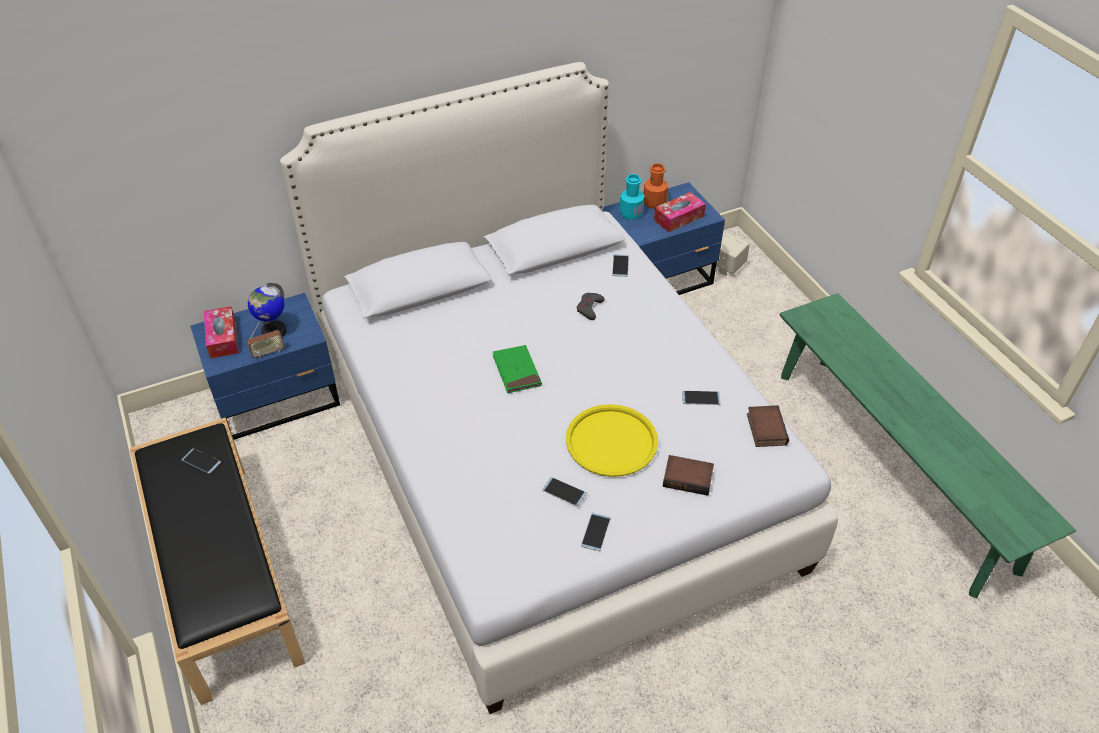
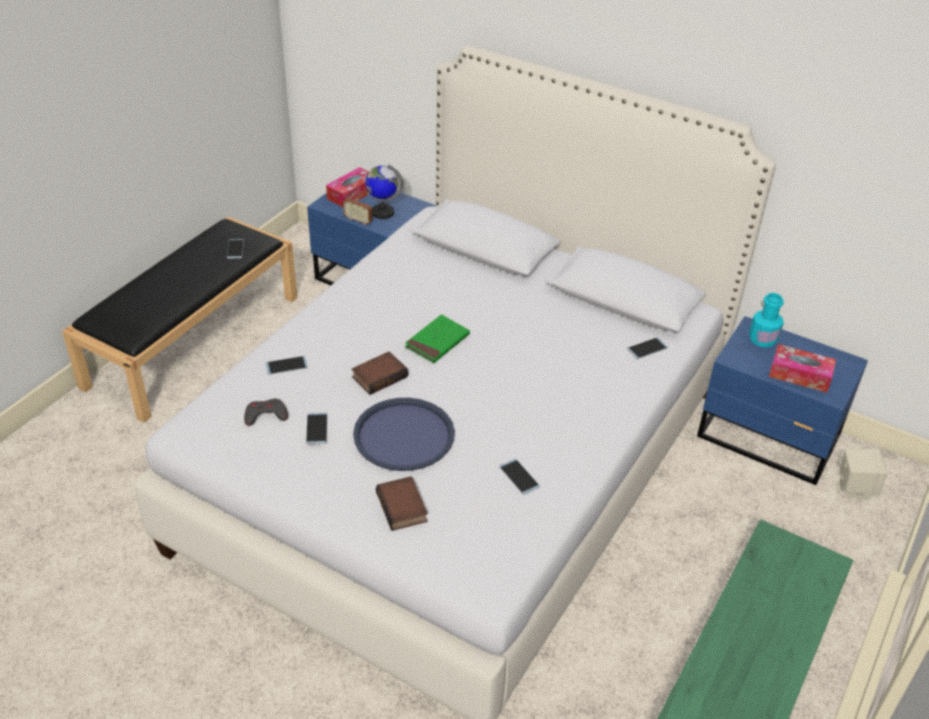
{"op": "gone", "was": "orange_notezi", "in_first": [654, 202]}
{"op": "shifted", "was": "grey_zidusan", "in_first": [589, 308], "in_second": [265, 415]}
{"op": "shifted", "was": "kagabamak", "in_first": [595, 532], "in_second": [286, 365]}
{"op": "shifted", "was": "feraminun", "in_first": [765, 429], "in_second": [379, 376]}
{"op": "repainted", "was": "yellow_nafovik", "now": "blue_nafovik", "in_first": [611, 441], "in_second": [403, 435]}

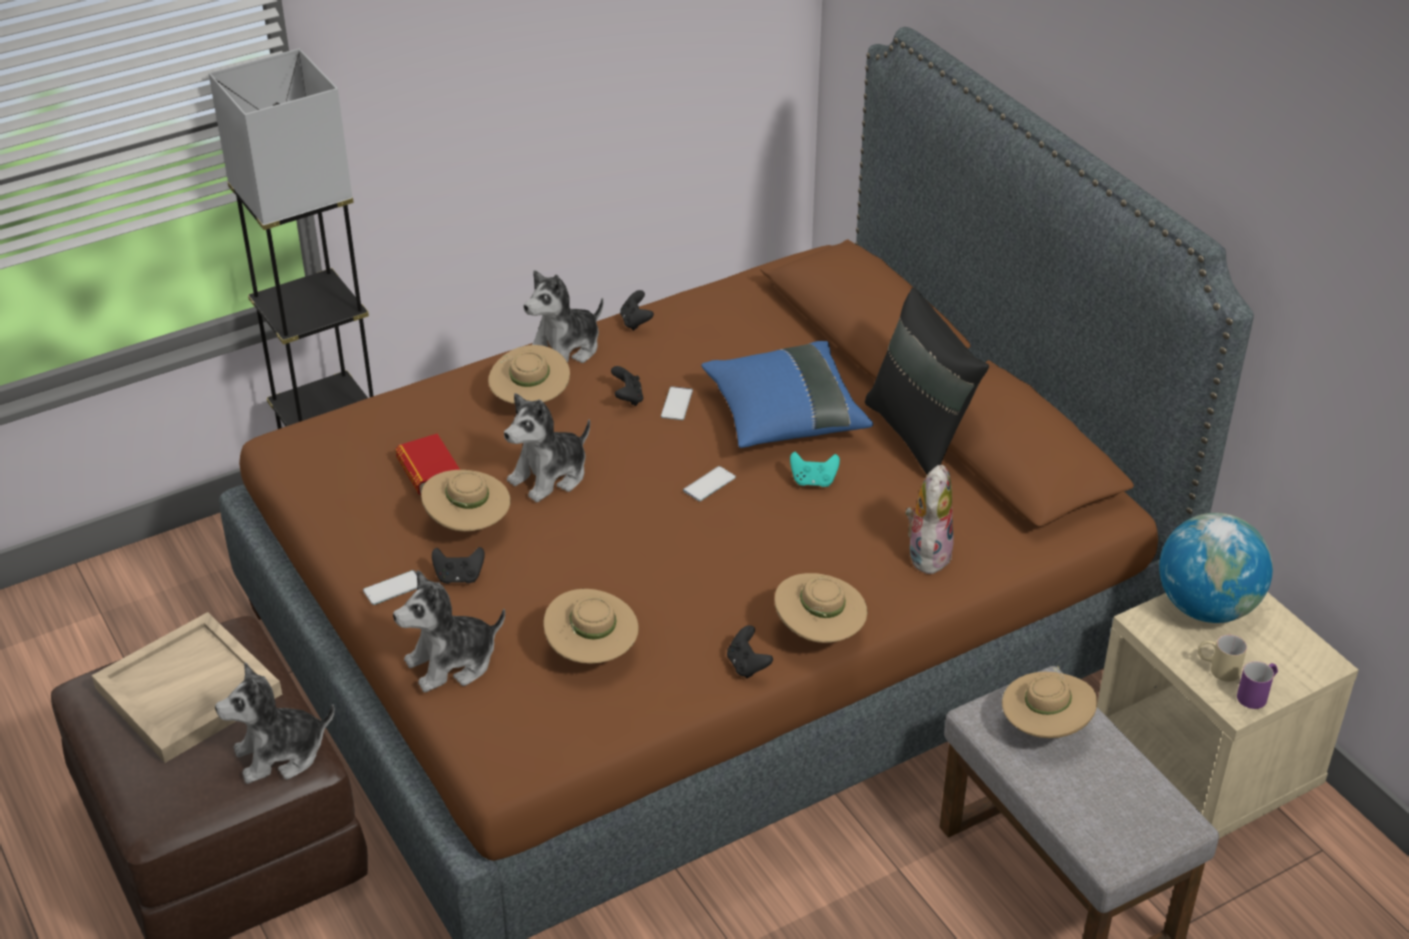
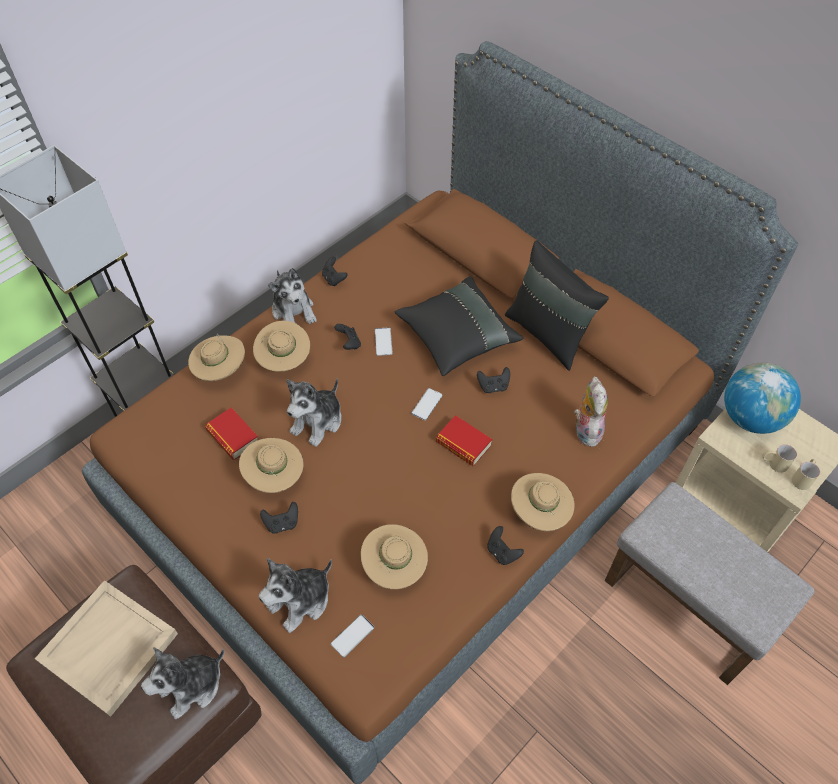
{"op": "new", "now": "feraminun", "in_second": [463, 444]}
{"op": "shifted", "was": "kagabamak", "in_first": [393, 588], "in_second": [352, 636]}
{"op": "shifted", "was": "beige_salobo", "in_first": [1044, 727], "in_second": [220, 370]}
{"op": "repainted", "was": "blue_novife", "now": "black_novife", "in_first": [784, 417], "in_second": [457, 337]}
{"op": "repainted", "was": "turquoise_zidusan", "now": "black_zidusan", "in_first": [813, 481], "in_second": [493, 386]}
{"op": "repainted", "was": "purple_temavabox", "now": "beige_temavabox", "in_first": [1256, 694], "in_second": [803, 478]}
{"op": "rotated", "was": "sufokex", "in_first": [566, 349], "in_second": [294, 311], "clockwise": -60}

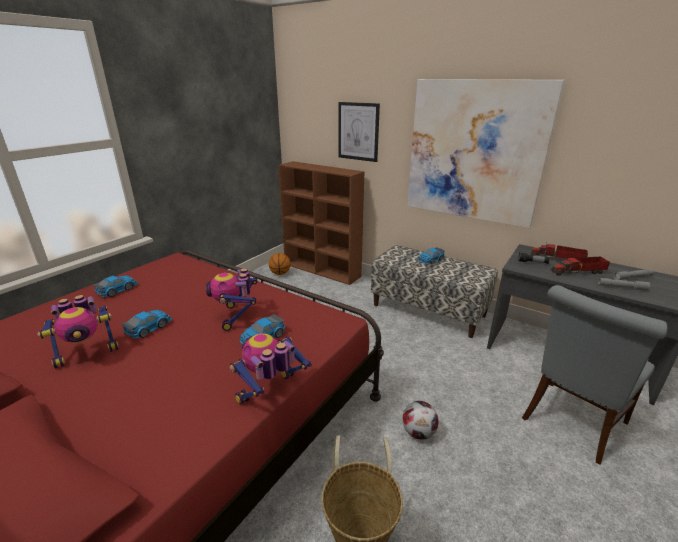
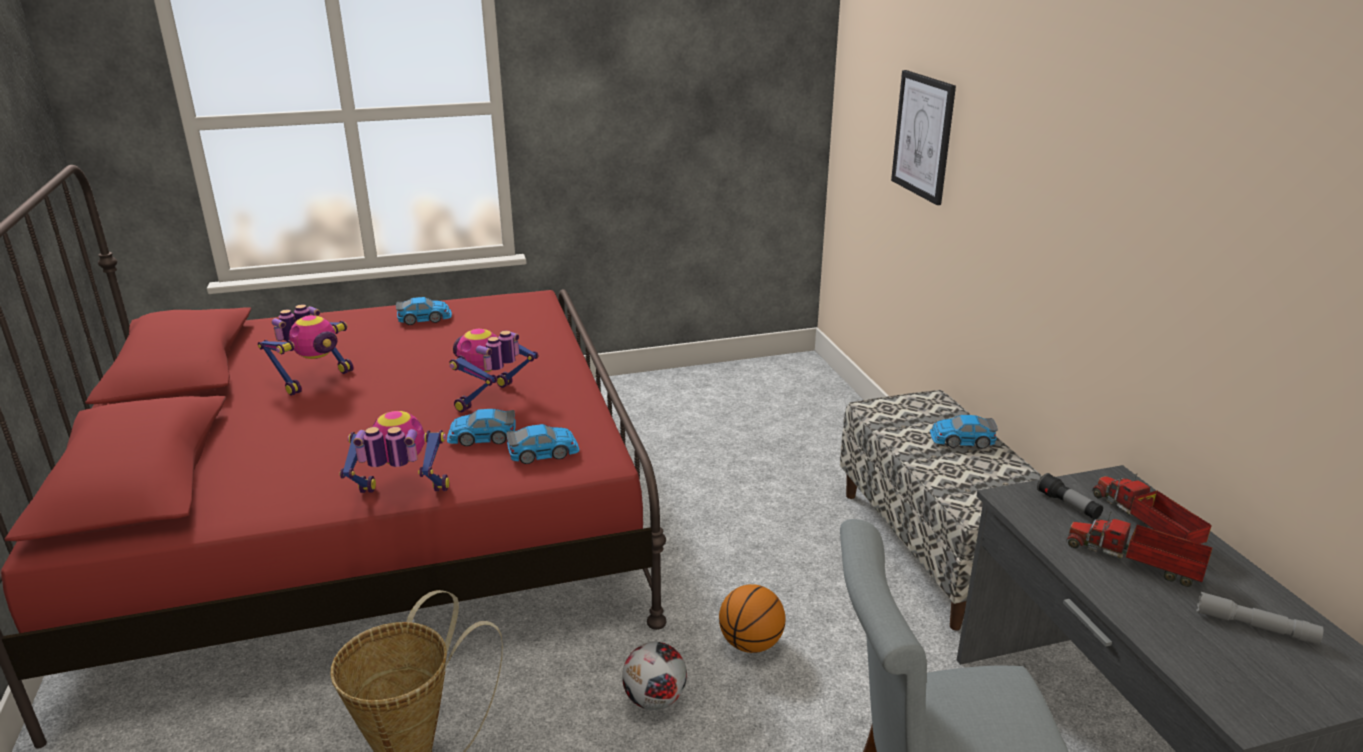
{"op": "gone", "was": "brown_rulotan", "in_first": [322, 270]}
{"op": "gone", "was": "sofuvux", "in_first": [475, 151]}
{"op": "gone", "was": "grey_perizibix", "in_first": [622, 287]}
{"op": "shifted", "was": "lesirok", "in_first": [149, 327], "in_second": [543, 452]}
{"op": "shifted", "was": "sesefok", "in_first": [280, 273], "in_second": [751, 643]}
{"op": "rotated", "was": "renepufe", "in_first": [88, 353], "in_second": [315, 379], "clockwise": -60}

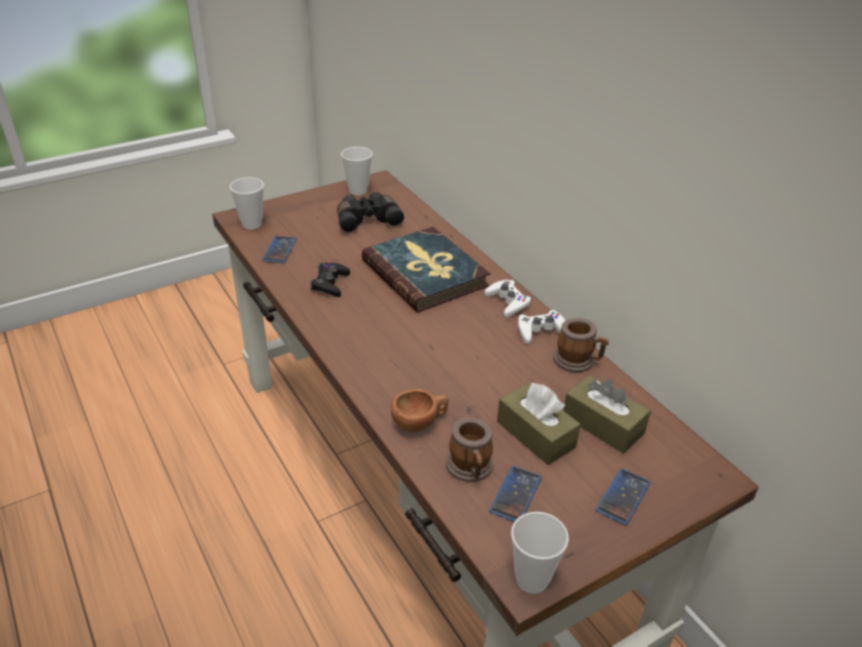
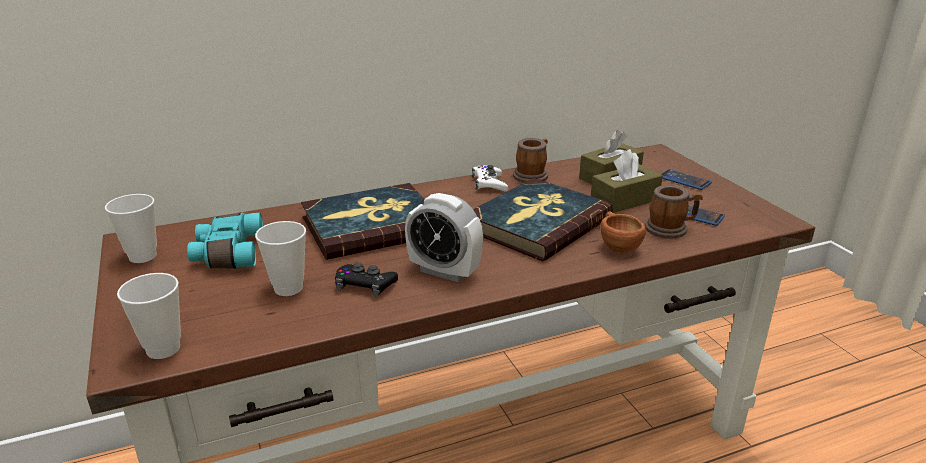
{"op": "gone", "was": "kagabamak", "in_first": [279, 250]}
{"op": "gone", "was": "white_zidusan", "in_first": [508, 302]}
{"op": "new", "now": "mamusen", "in_second": [444, 271]}
{"op": "new", "now": "feraminun", "in_second": [537, 223]}
{"op": "shifted", "was": "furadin", "in_first": [532, 579], "in_second": [288, 288]}
{"op": "repainted", "was": "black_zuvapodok", "now": "turquoise_zuvapodok", "in_first": [367, 219], "in_second": [227, 253]}

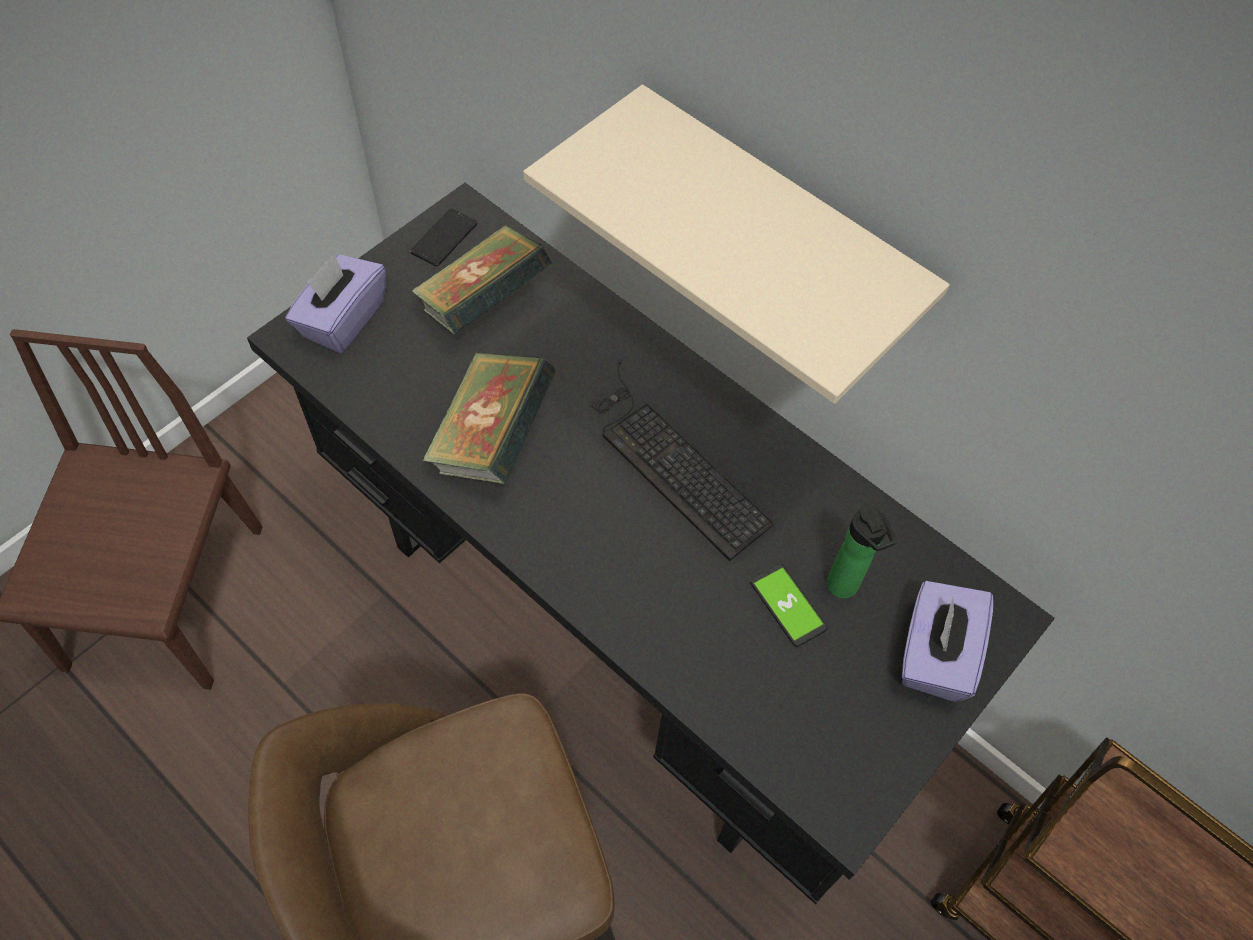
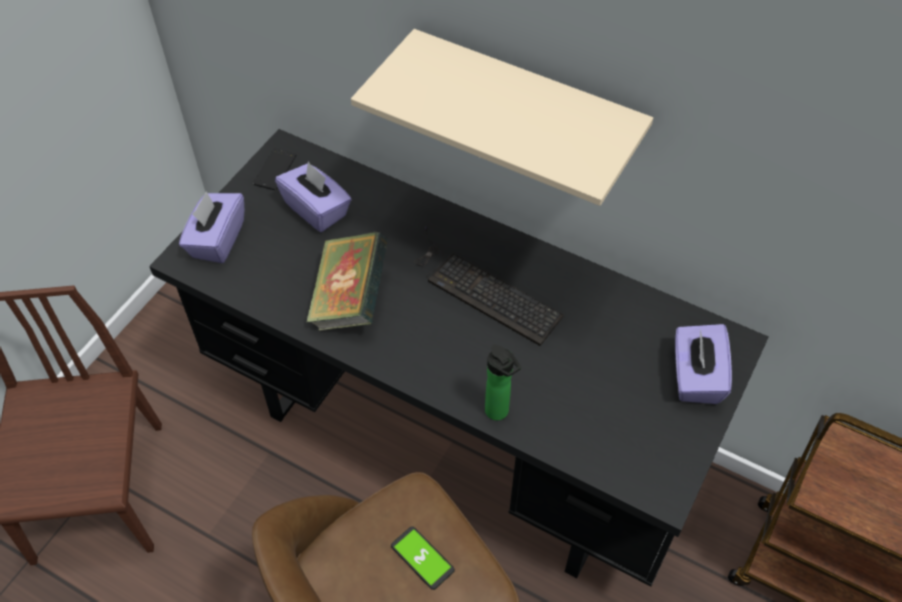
{"op": "shifted", "was": "kagabamak", "in_first": [787, 605], "in_second": [422, 558]}
{"op": "shifted", "was": "notezi", "in_first": [844, 589], "in_second": [499, 413]}
{"op": "swapped", "was": "feraminun", "now": "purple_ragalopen", "in_first": [483, 304], "in_second": [317, 209]}

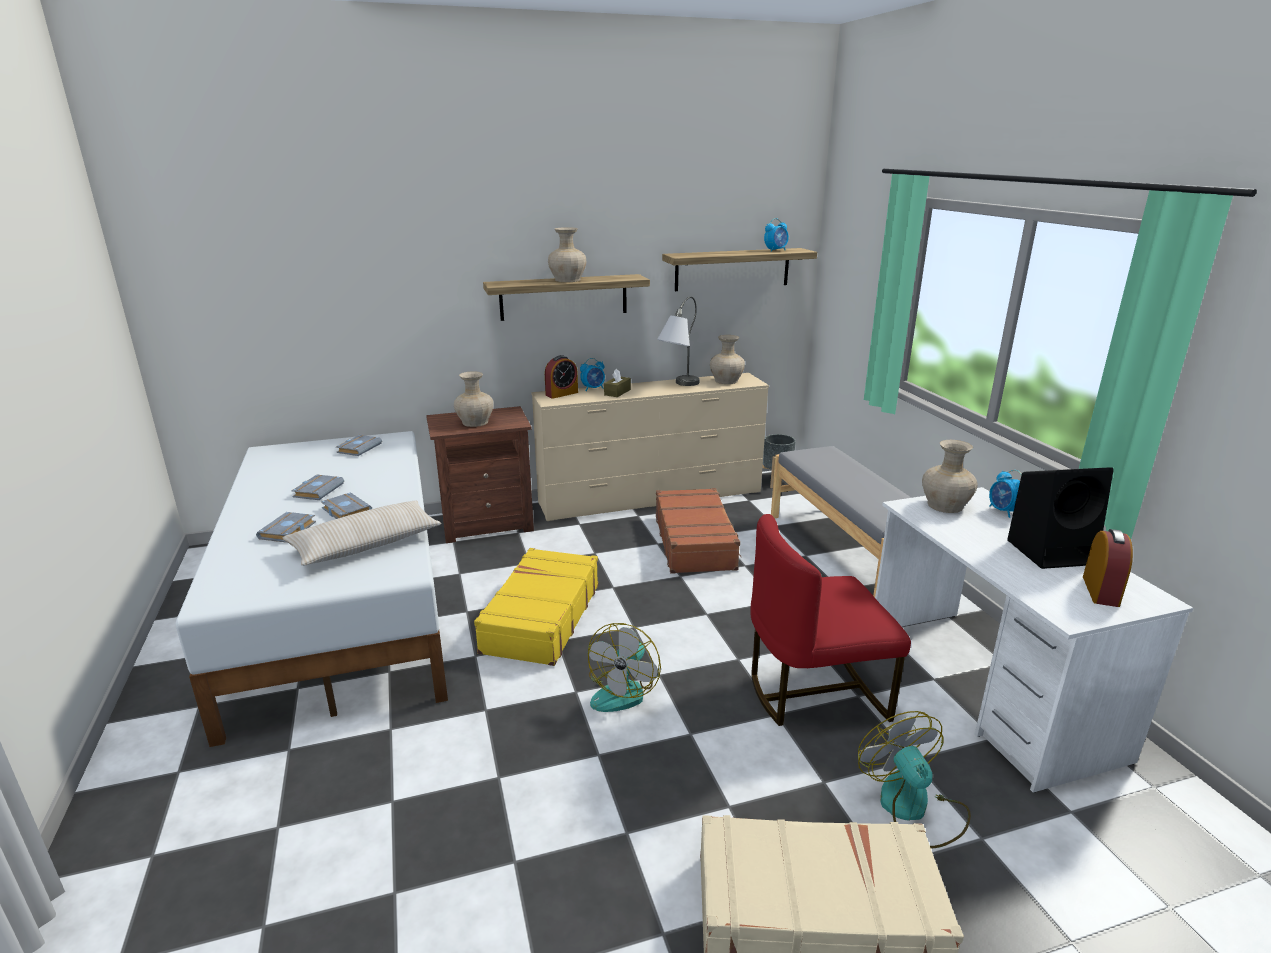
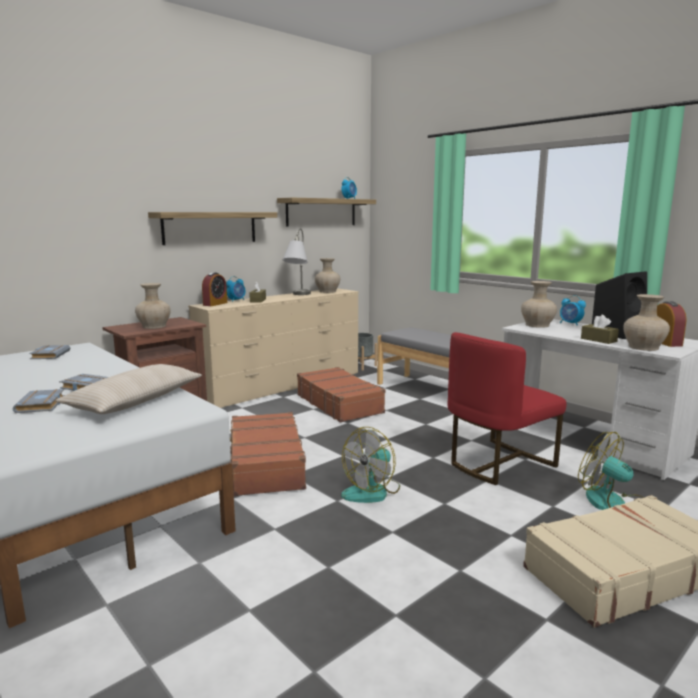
{"op": "gone", "was": "grey_feraminun", "in_first": [318, 490]}
{"op": "new", "now": "brown_ragalopen", "in_second": [598, 340]}
{"op": "shifted", "was": "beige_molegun", "in_first": [568, 280], "in_second": [643, 347]}
{"op": "repainted", "was": "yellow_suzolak", "now": "brown_suzolak", "in_first": [540, 618], "in_second": [265, 465]}
{"op": "rotated", "was": "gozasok", "in_first": [623, 690], "in_second": [372, 491], "clockwise": 45}

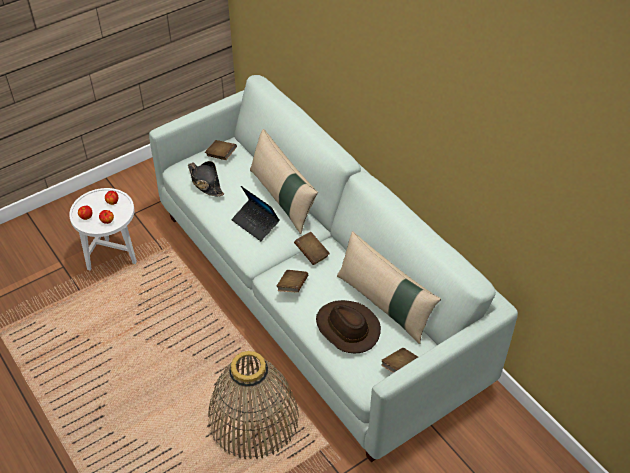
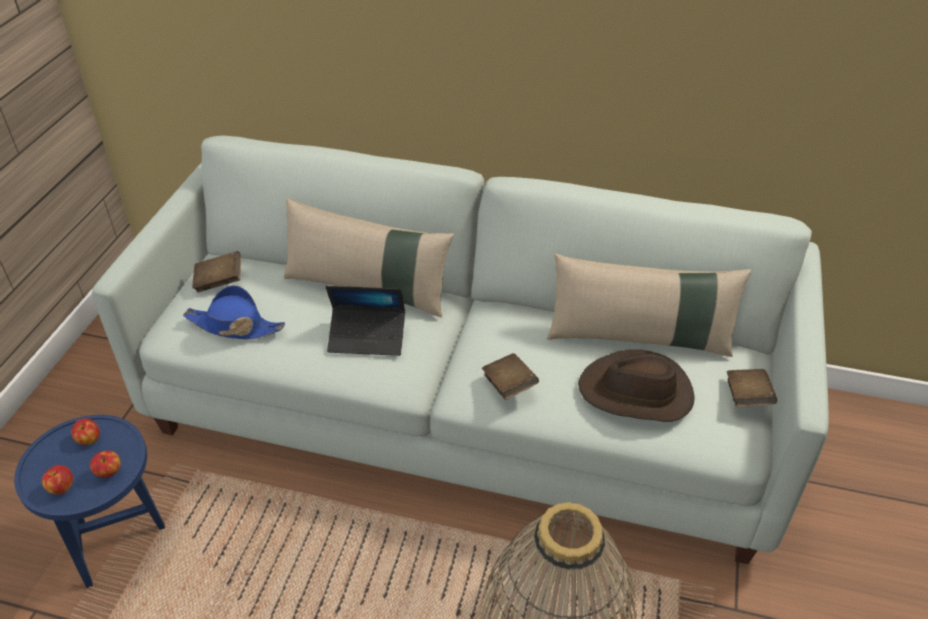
{"op": "gone", "was": "brown_feraminun", "in_first": [311, 254]}
{"op": "repainted", "was": "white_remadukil", "now": "blue_remadukil", "in_first": [114, 258], "in_second": [119, 541]}
{"op": "repainted", "was": "black_salobo", "now": "blue_salobo", "in_first": [205, 182], "in_second": [234, 326]}

